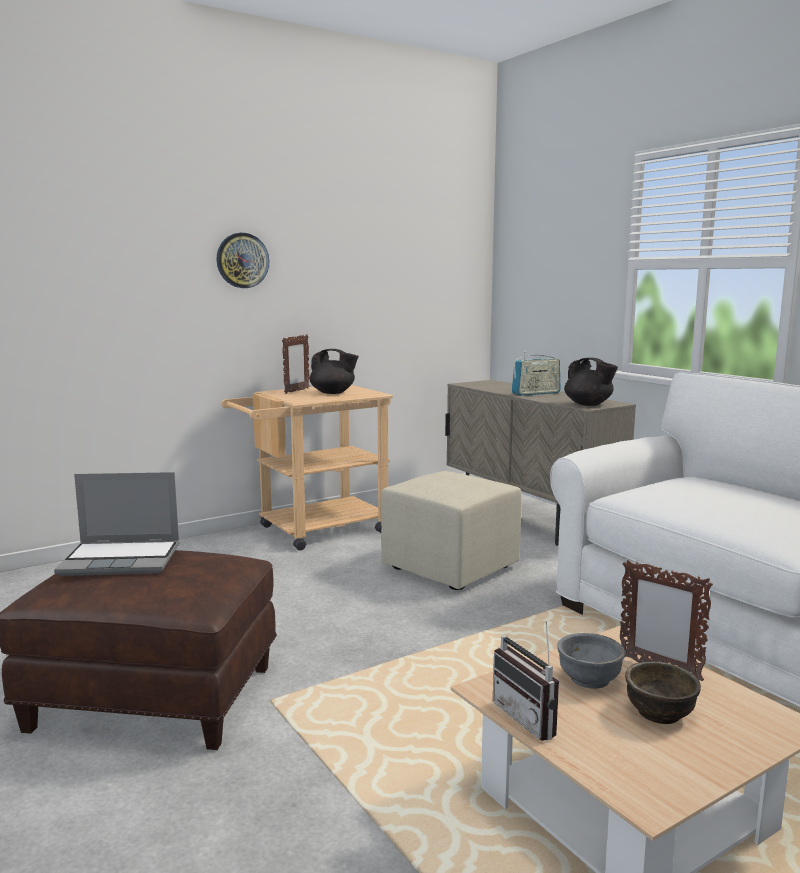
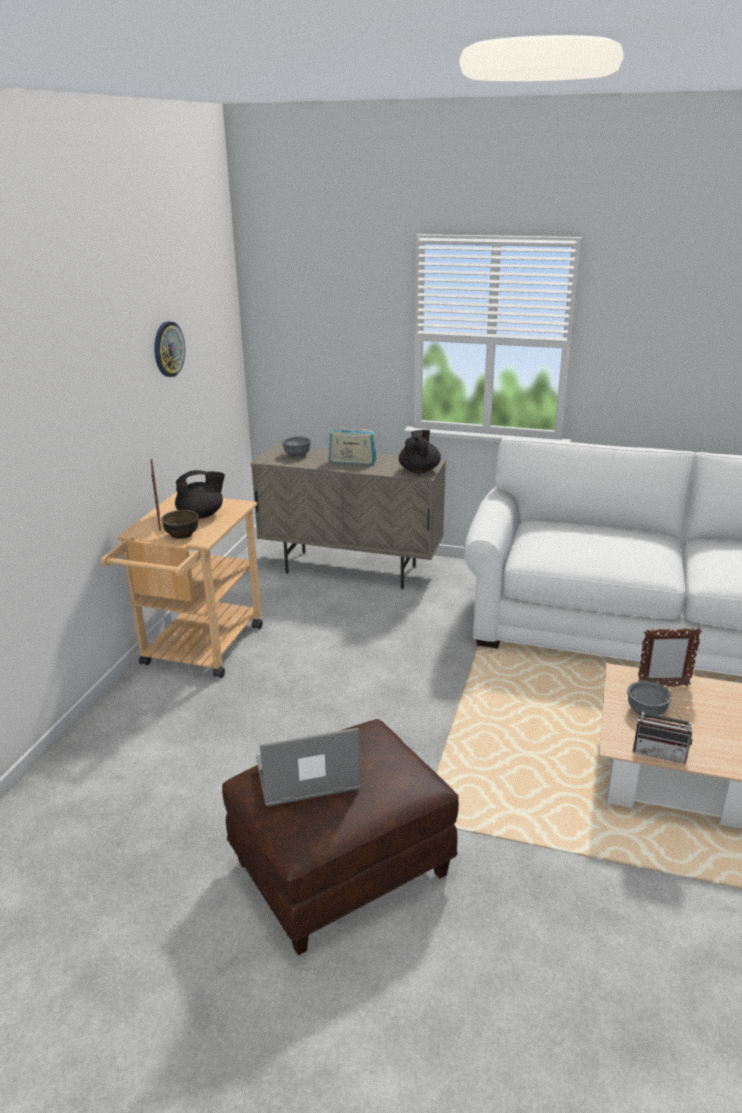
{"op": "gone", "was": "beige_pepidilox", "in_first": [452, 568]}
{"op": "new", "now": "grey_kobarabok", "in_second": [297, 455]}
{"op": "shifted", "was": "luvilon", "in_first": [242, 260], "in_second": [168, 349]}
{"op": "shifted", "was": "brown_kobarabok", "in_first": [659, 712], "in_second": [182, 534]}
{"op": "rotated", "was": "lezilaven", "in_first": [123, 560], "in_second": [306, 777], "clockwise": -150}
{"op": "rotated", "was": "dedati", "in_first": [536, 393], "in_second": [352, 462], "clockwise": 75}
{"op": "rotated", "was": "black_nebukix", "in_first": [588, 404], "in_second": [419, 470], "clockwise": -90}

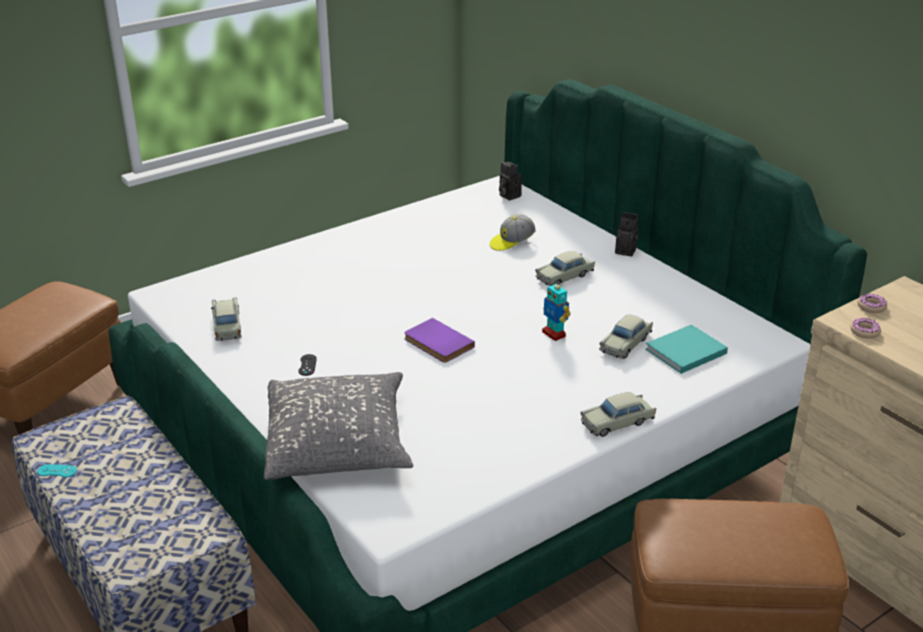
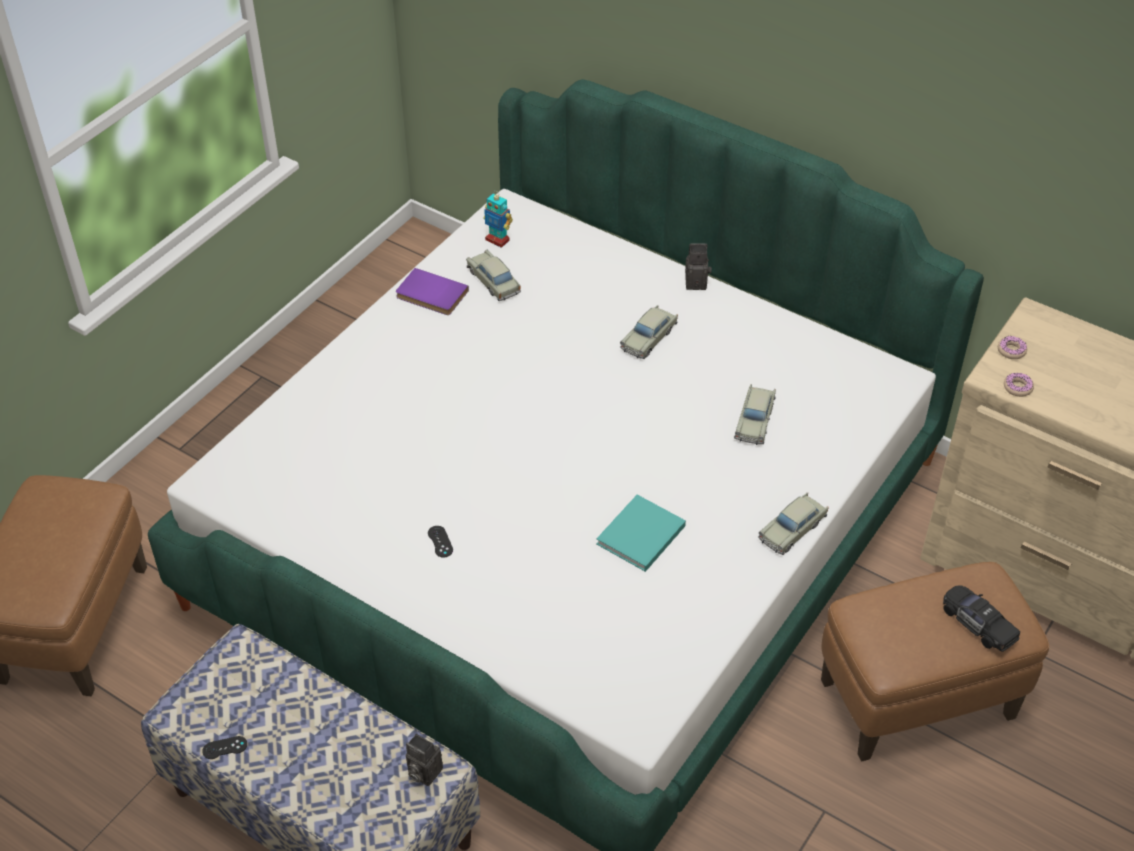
{"op": "gone", "was": "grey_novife", "in_first": [338, 443]}
{"op": "gone", "was": "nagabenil", "in_first": [511, 242]}
{"op": "new", "now": "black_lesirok", "in_second": [977, 624]}
{"op": "shifted", "was": "beige_lesirok", "in_first": [227, 326], "in_second": [493, 281]}
{"op": "shifted", "was": "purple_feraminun", "in_first": [437, 343], "in_second": [430, 295]}
{"op": "shifted", "was": "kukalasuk", "in_first": [508, 195], "in_second": [422, 772]}
{"op": "shifted", "was": "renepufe", "in_first": [554, 334], "in_second": [497, 240]}
{"op": "shifted", "was": "turquoise_feraminun", "in_first": [684, 352], "in_second": [639, 536]}
{"op": "repainted", "was": "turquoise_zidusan", "now": "black_zidusan", "in_first": [57, 471], "in_second": [225, 748]}

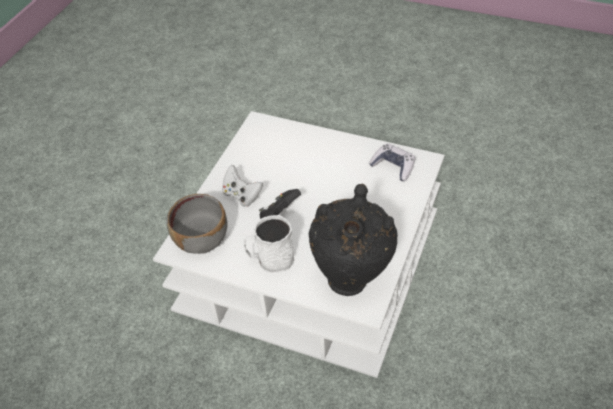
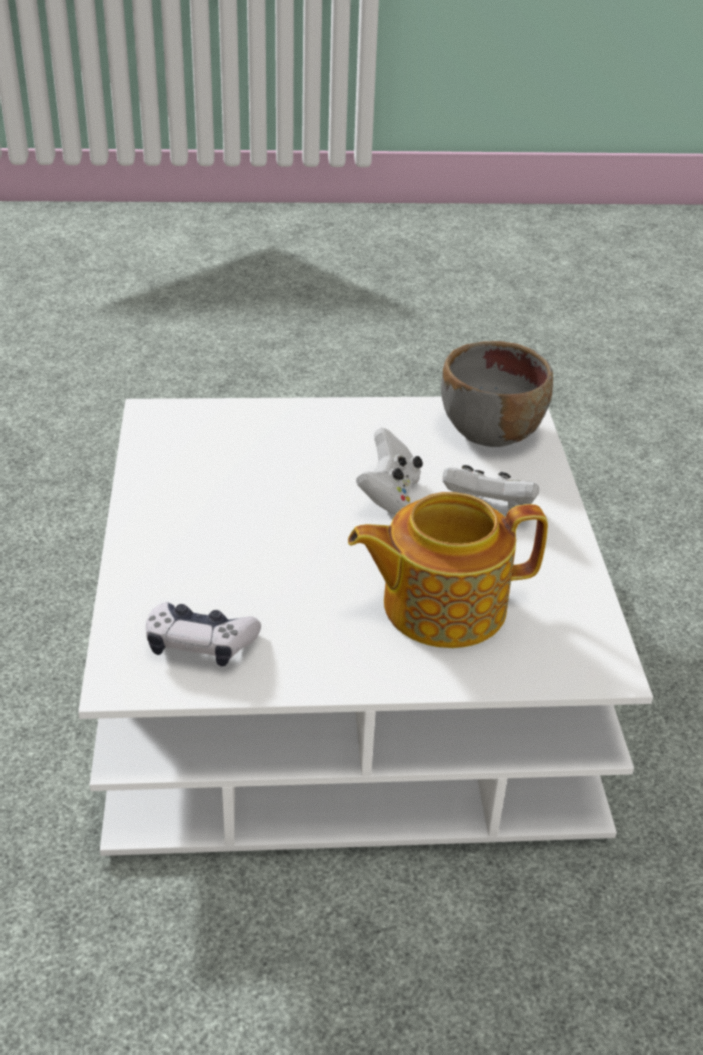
{"op": "gone", "was": "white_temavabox", "in_first": [270, 259]}
{"op": "gone", "was": "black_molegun", "in_first": [352, 278]}
{"op": "new", "now": "nebukix", "in_second": [441, 605]}
{"op": "repainted", "was": "black_zidusan", "now": "white_zidusan", "in_first": [279, 214], "in_second": [389, 495]}

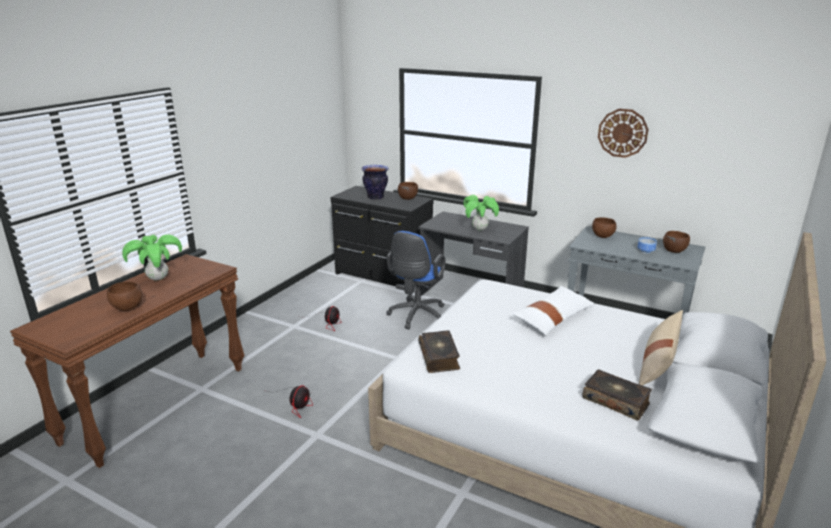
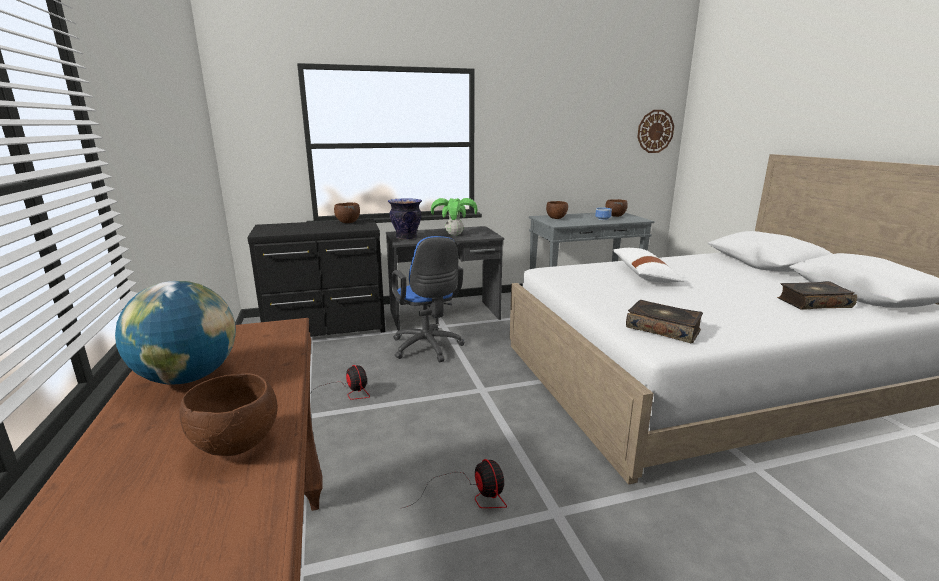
{"op": "gone", "was": "beige_novife", "in_first": [658, 364]}
{"op": "shifted", "was": "molegun", "in_first": [376, 197], "in_second": [407, 237]}
{"op": "shifted", "was": "luvilon", "in_first": [622, 133], "in_second": [655, 131]}
{"op": "swapped", "was": "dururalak", "now": "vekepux", "in_first": [158, 278], "in_second": [188, 377]}

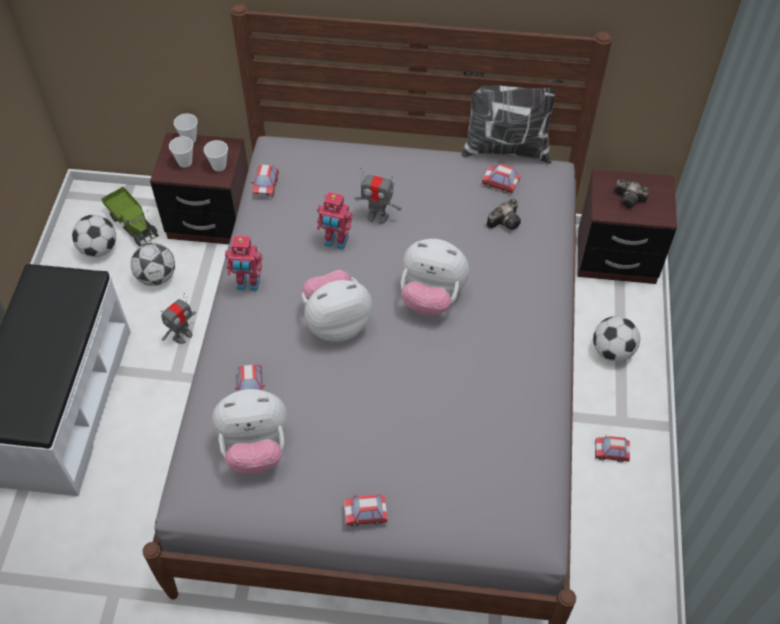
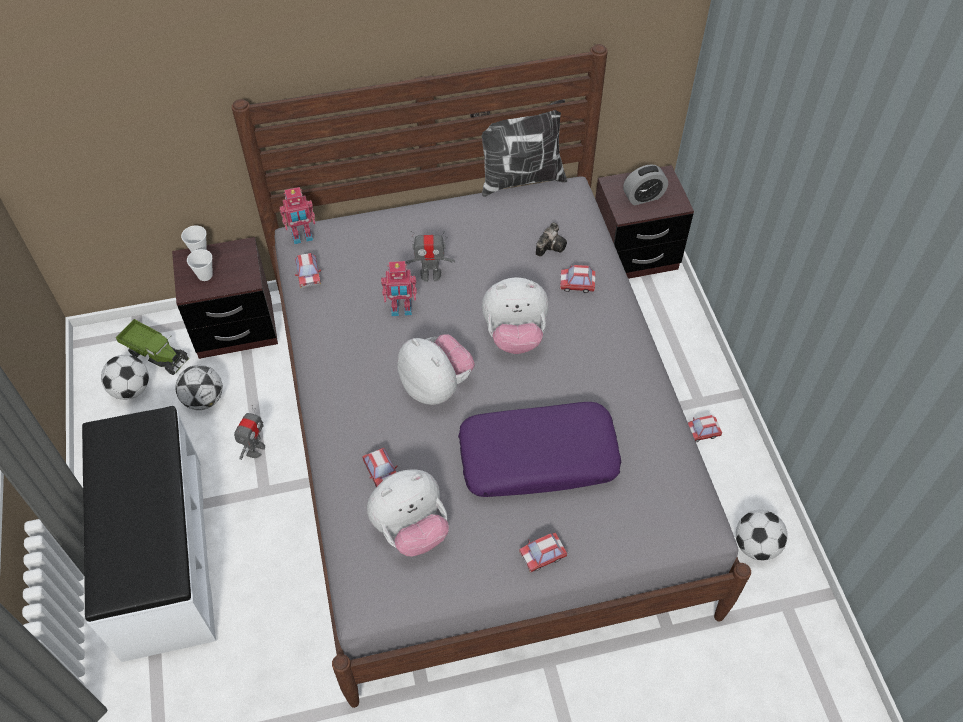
{"op": "gone", "was": "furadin", "in_first": [219, 166]}
{"op": "new", "now": "purple_novife", "in_second": [538, 457]}
{"op": "shifted", "was": "renepufe", "in_first": [248, 284], "in_second": [302, 237]}
{"op": "shifted", "was": "lesirok", "in_first": [500, 184], "in_second": [577, 284]}
{"op": "shifted", "was": "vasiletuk", "in_first": [612, 351], "in_second": [756, 545]}
{"op": "swapped", "was": "kukalasuk", "now": "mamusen", "in_first": [630, 200], "in_second": [643, 197]}
{"op": "rotated", "was": "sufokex", "in_first": [336, 323], "in_second": [436, 386], "clockwise": 90}

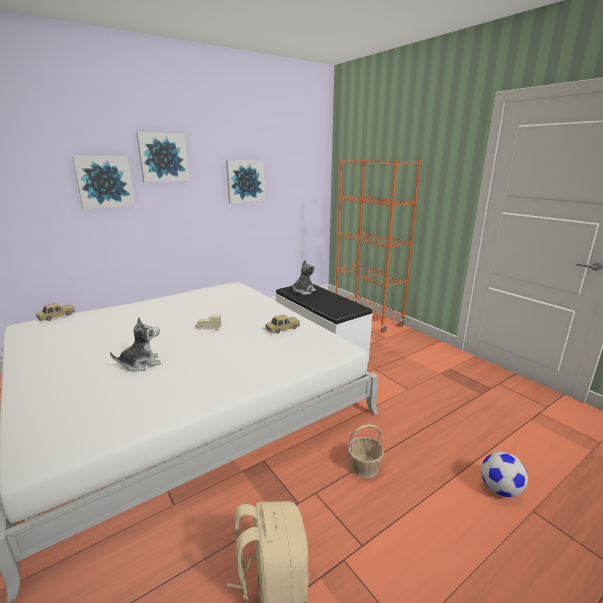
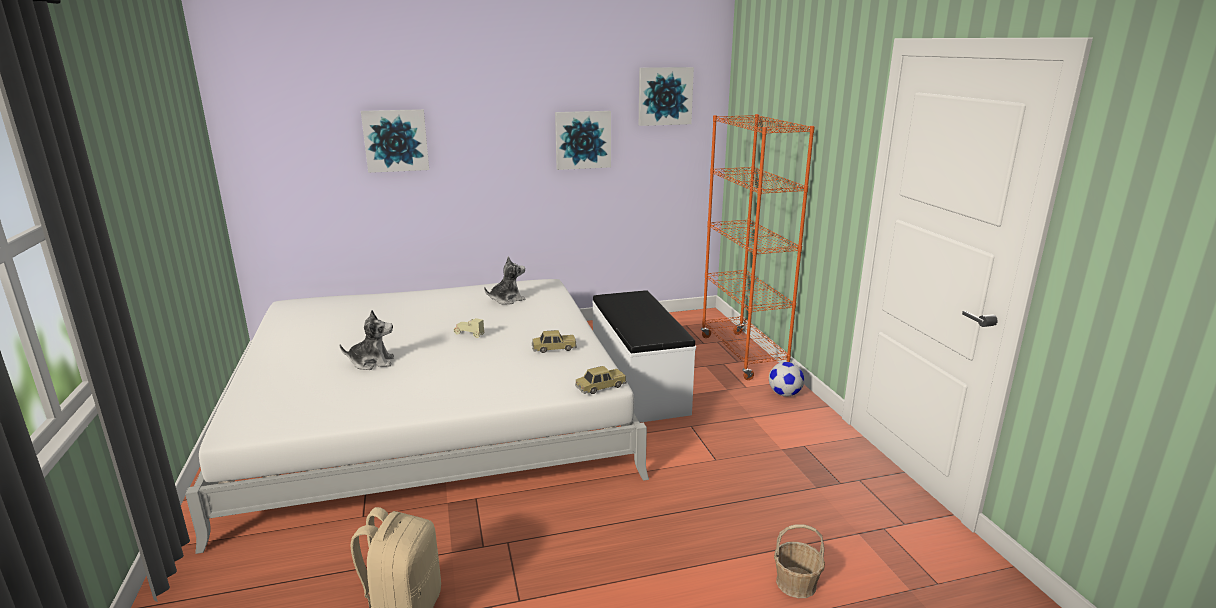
{"op": "shifted", "was": "lesirok", "in_first": [56, 316], "in_second": [600, 387]}
{"op": "shifted", "was": "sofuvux", "in_first": [163, 157], "in_second": [665, 96]}
{"op": "shifted", "was": "sufokex", "in_first": [303, 291], "in_second": [507, 300]}
{"op": "shifted", "was": "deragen", "in_first": [364, 467], "in_second": [796, 583]}
{"op": "shifted", "was": "vasiletuk", "in_first": [499, 489], "in_second": [784, 394]}

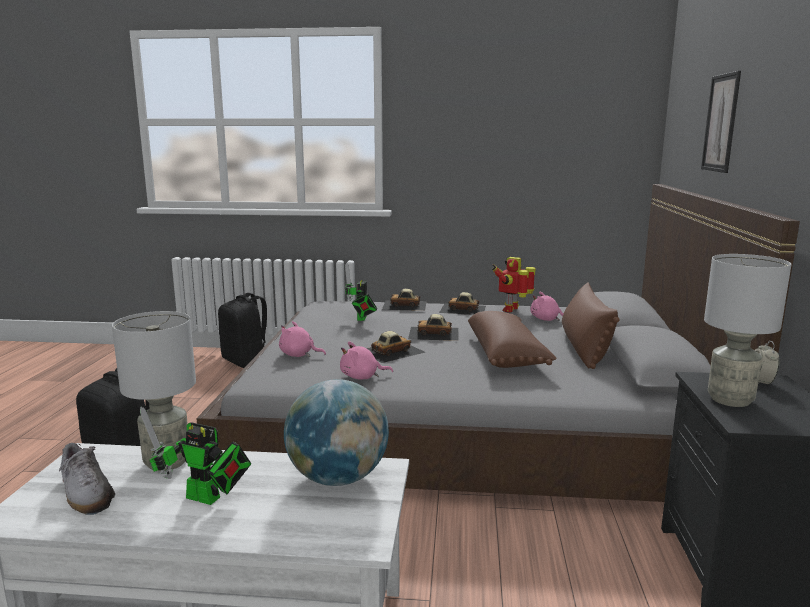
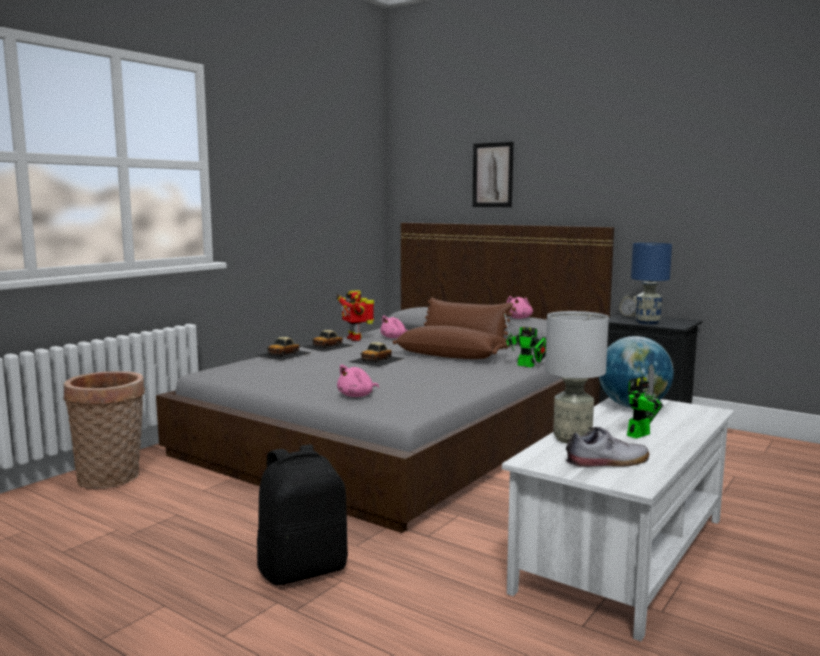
{"op": "gone", "was": "lesirok", "in_first": [391, 351]}
{"op": "shifted", "was": "pink_sufokex", "in_first": [362, 377], "in_second": [519, 318]}
{"op": "shifted", "was": "renepufe", "in_first": [361, 319], "in_second": [528, 366]}
{"op": "swapped", "was": "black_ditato", "now": "deragen", "in_first": [246, 362], "in_second": [112, 478]}
{"op": "repainted", "was": "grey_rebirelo", "now": "blue_rebirelo", "in_first": [731, 400], "in_second": [647, 322]}

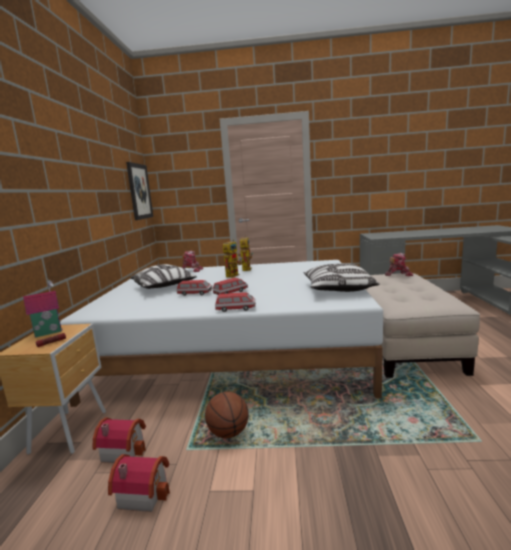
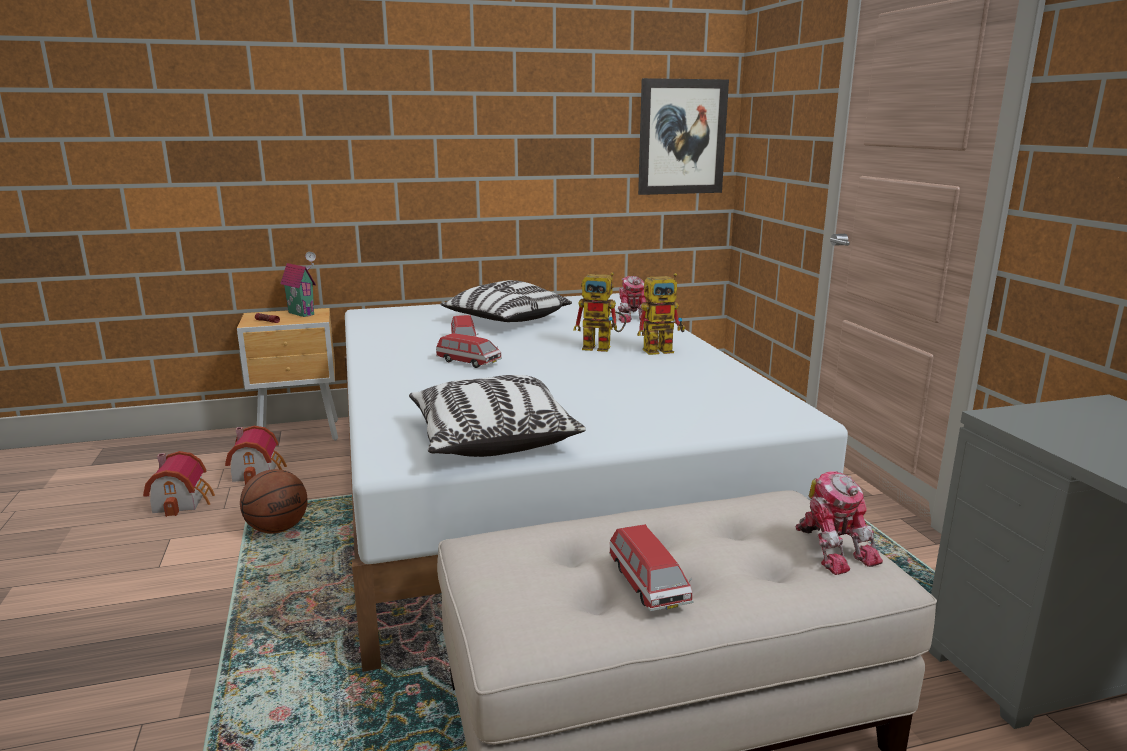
{"op": "shifted", "was": "lesirok", "in_first": [236, 309], "in_second": [648, 585]}

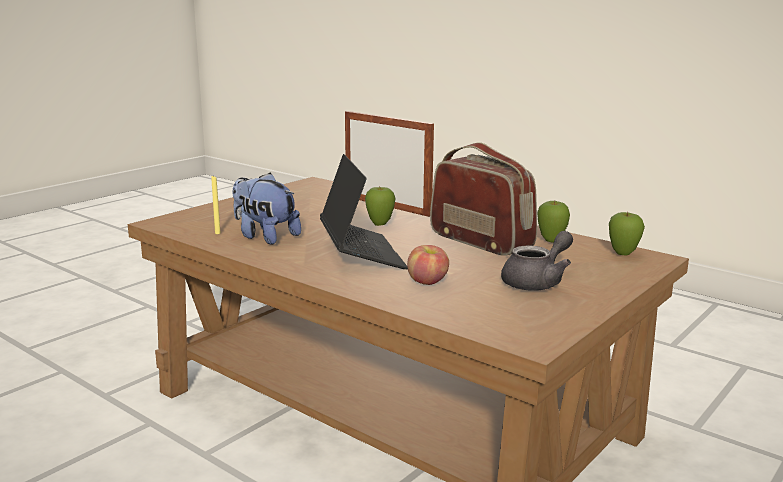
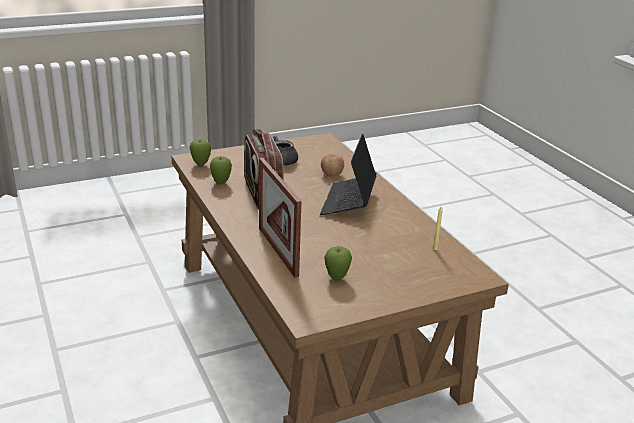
{"op": "gone", "was": "sufokex", "in_first": [265, 236]}
{"op": "shifted", "was": "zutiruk", "in_first": [380, 225], "in_second": [337, 278]}

